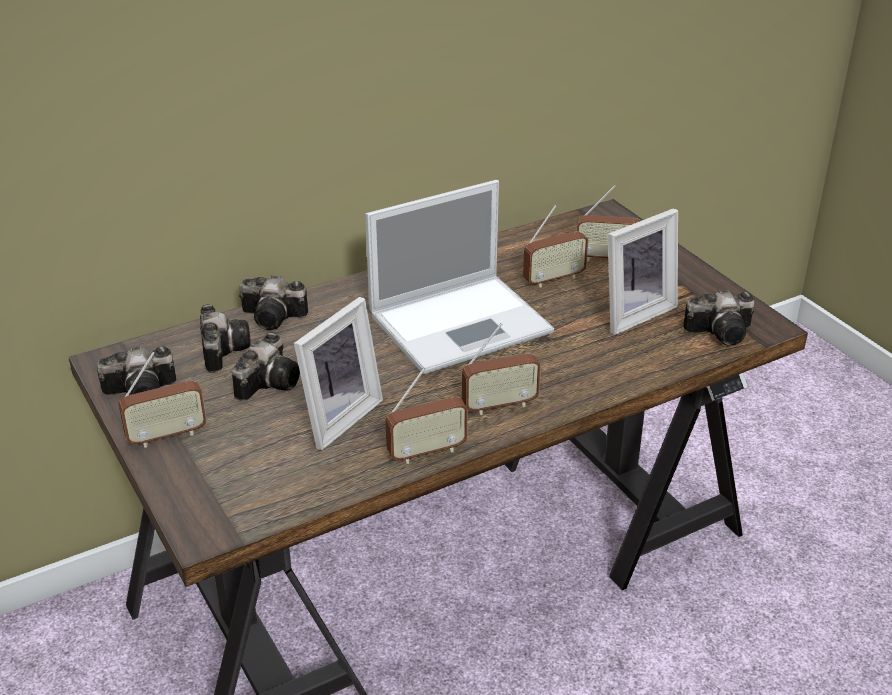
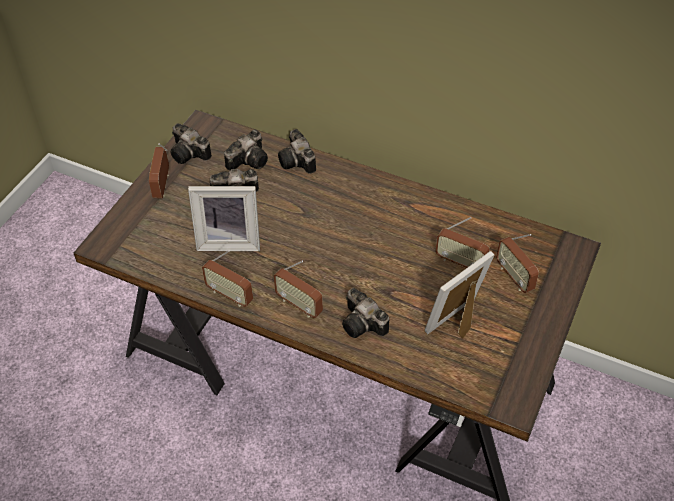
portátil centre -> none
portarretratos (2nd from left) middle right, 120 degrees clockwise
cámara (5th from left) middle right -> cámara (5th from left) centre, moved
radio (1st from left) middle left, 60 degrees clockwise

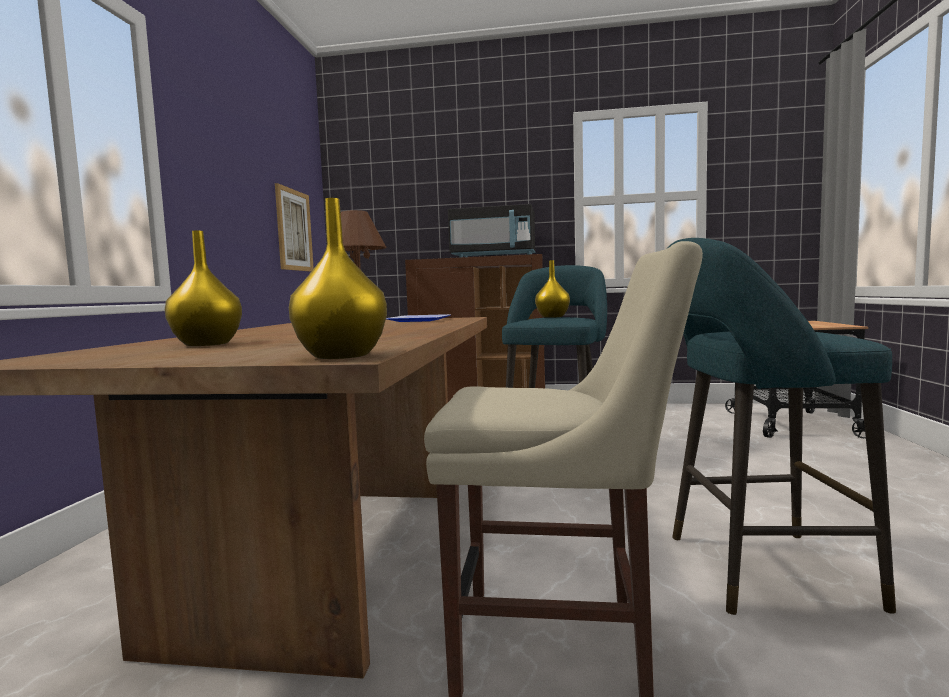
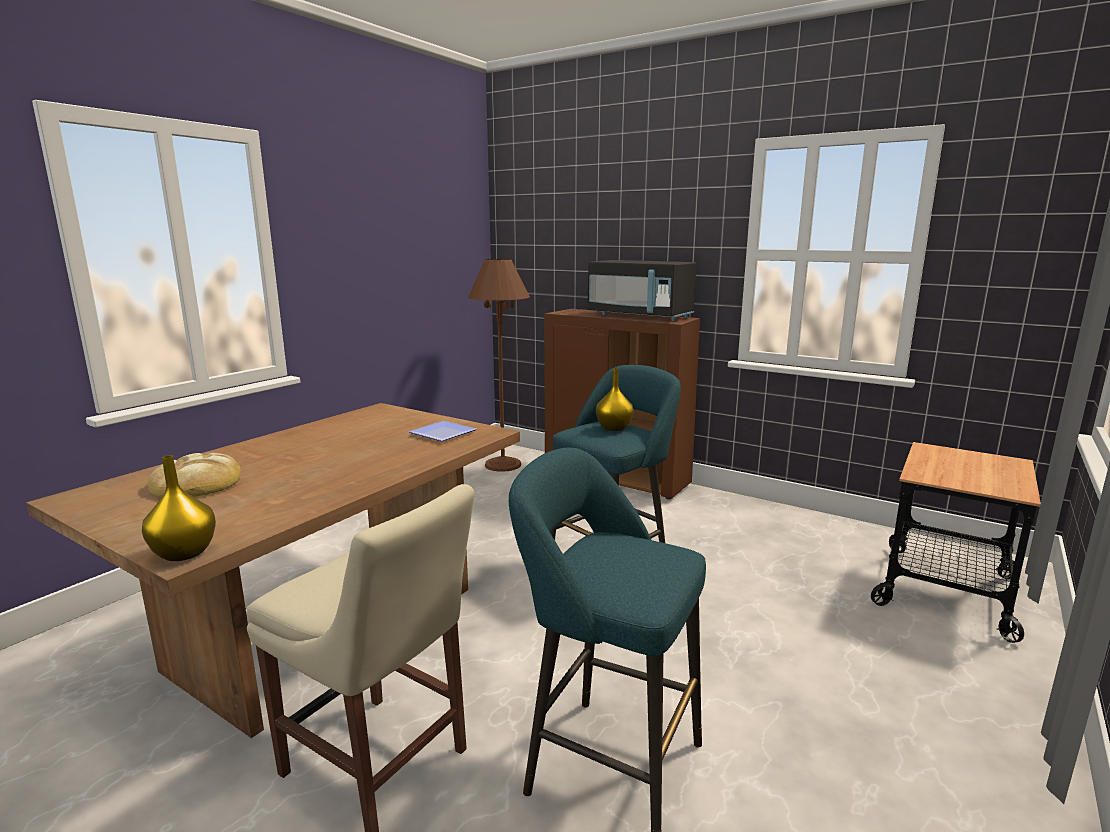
cuadro top left -> none
florero [amarillo] (1st from left) middle left -> pan middle left

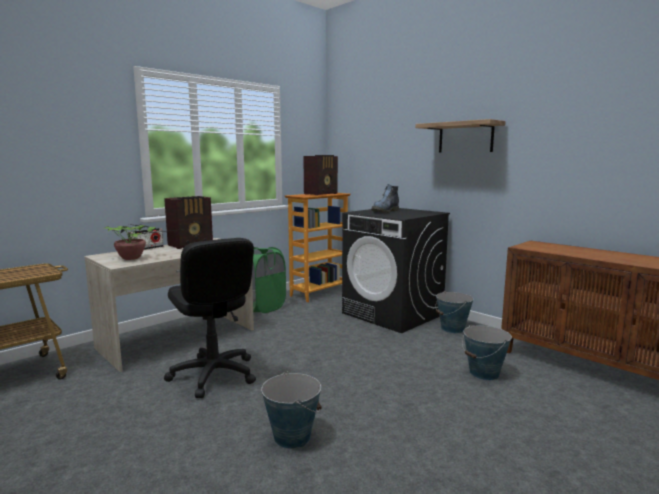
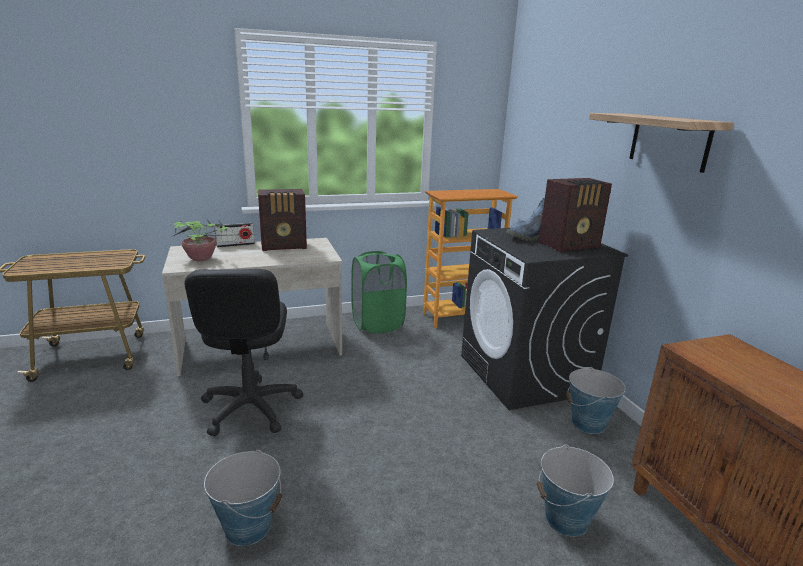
radio (3rd from left) centre -> radio (3rd from left) middle right, moved

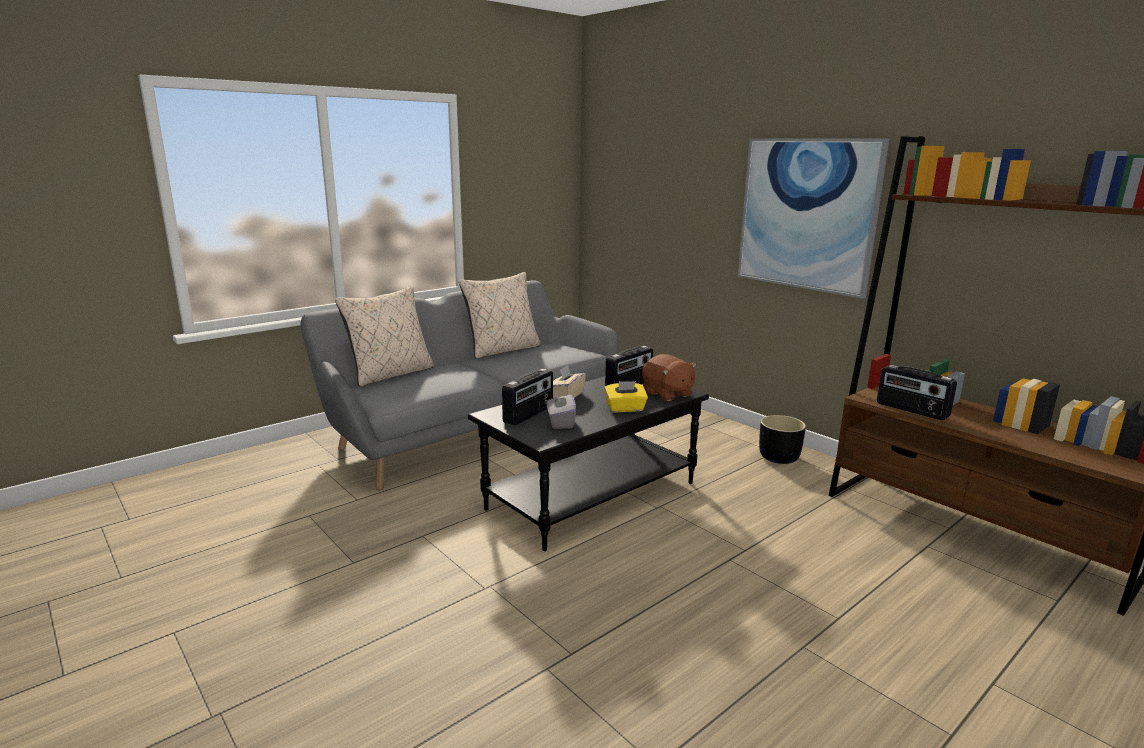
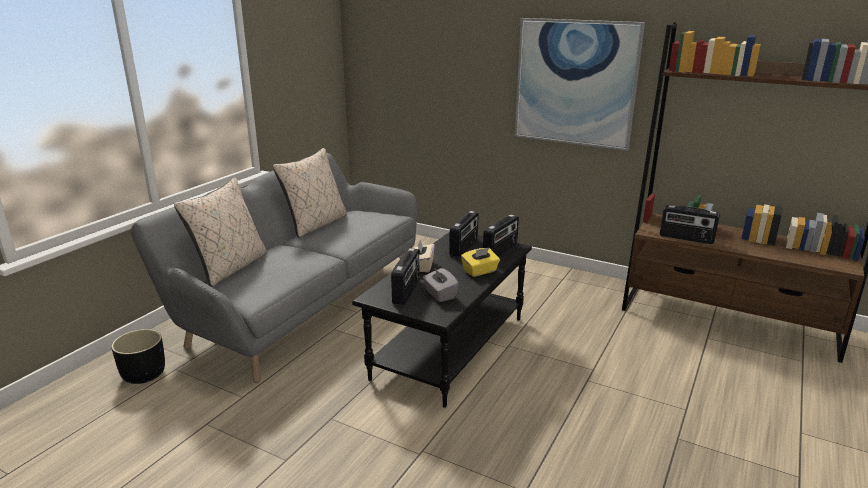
peluche [marrón] centre -> radio (3rd from left) centre
maceta [negro] middle right -> maceta [negro] bottom left, moved

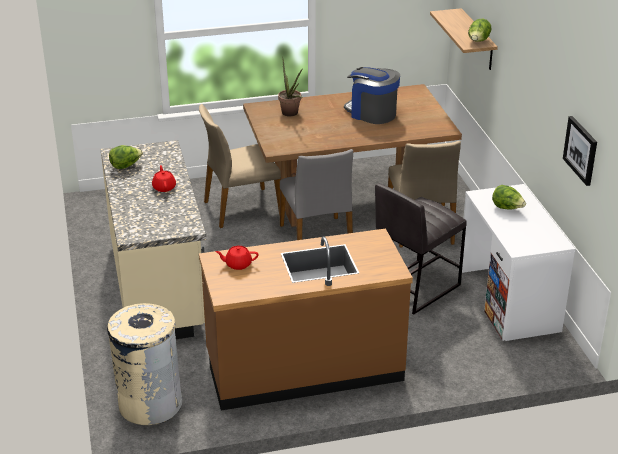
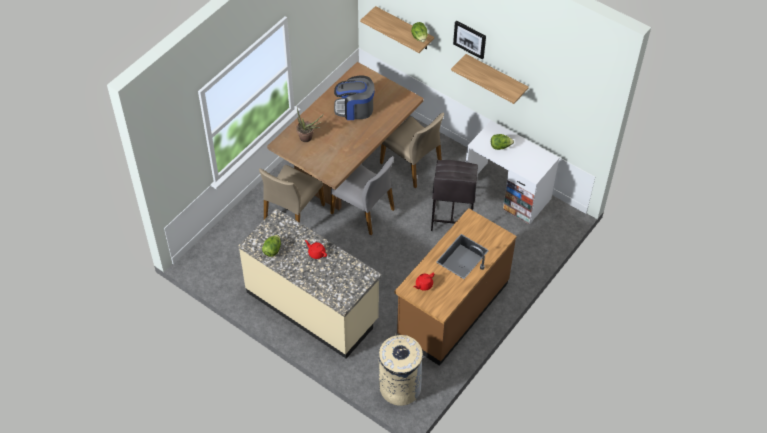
cuadro top right -> cuadro top centre, moved
none -> estante (2nd from left) top centre

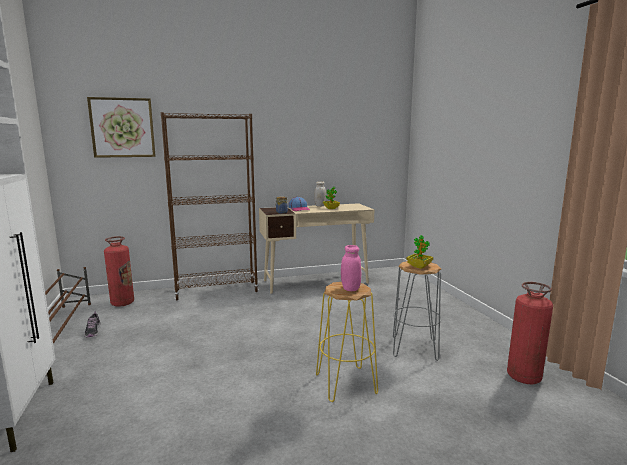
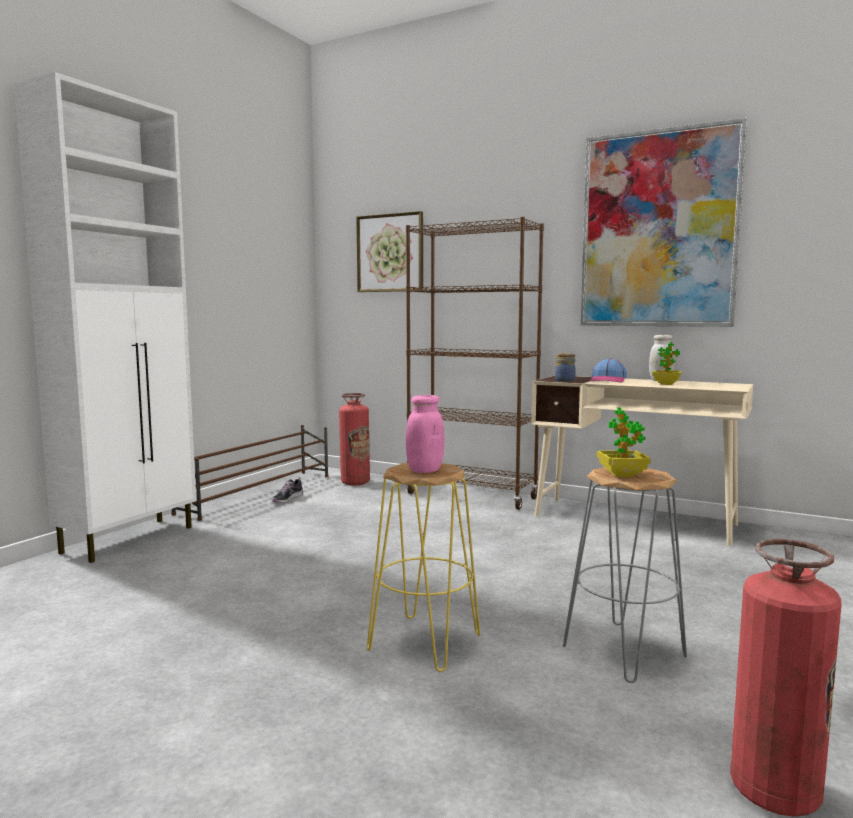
none -> cuadro (2nd from left) top right

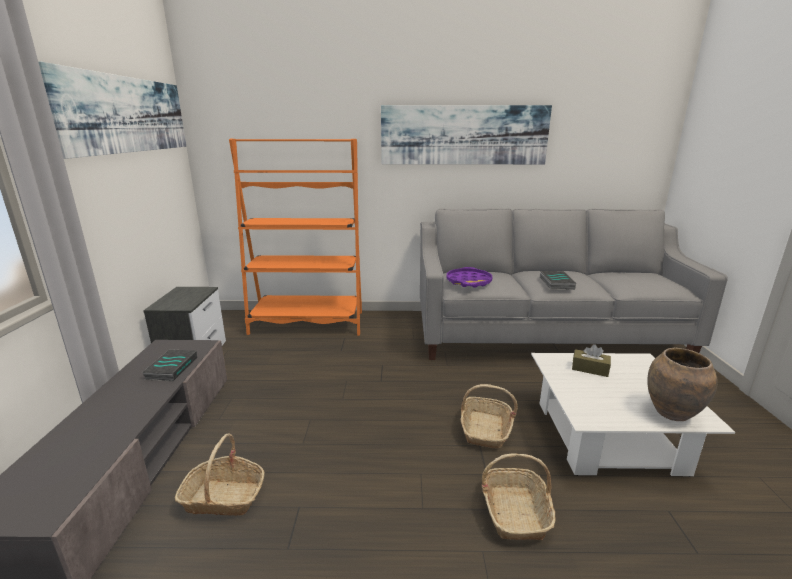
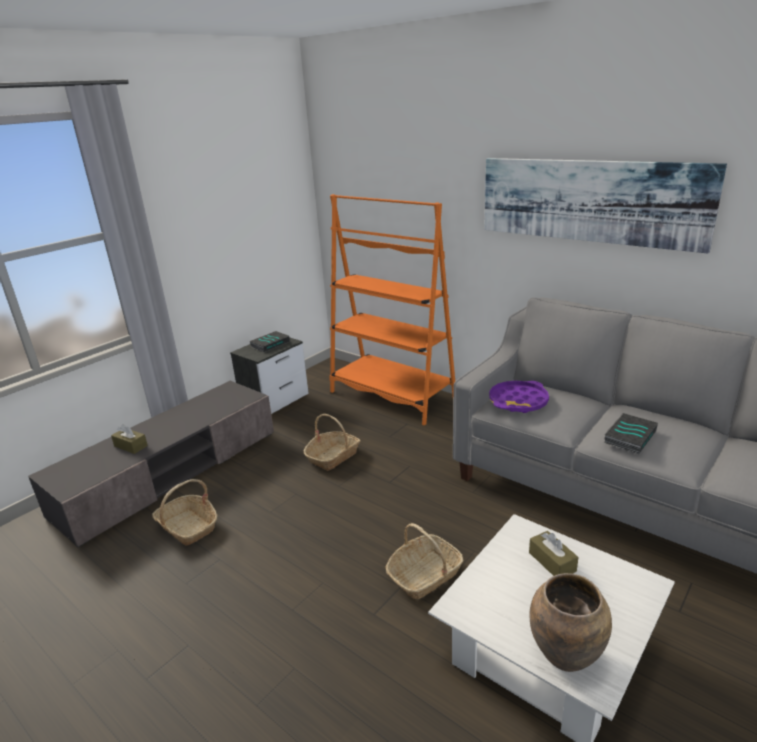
cuadro (1st from left) top left -> none
libro (1st from left) middle left -> libro (1st from left) centre, moved
cesta (3rd from left in the first image) bottom centre -> cesta (2nd from left) centre, moved
none -> caja de pañuelos [marrón] (1st from left) middle left

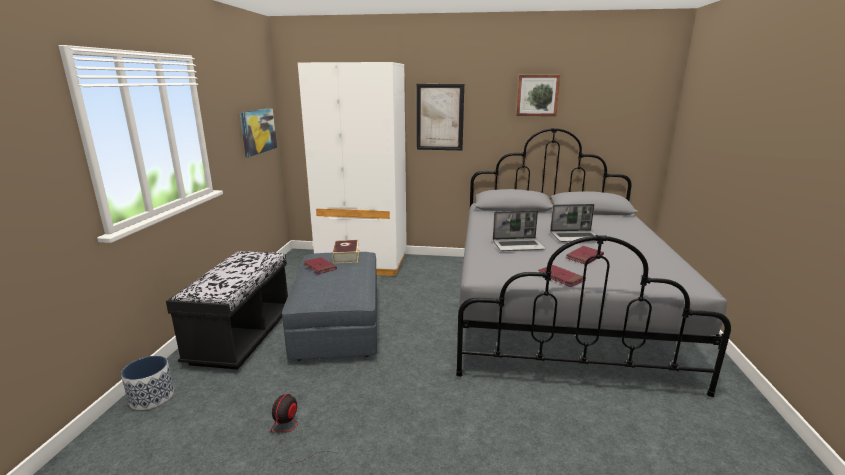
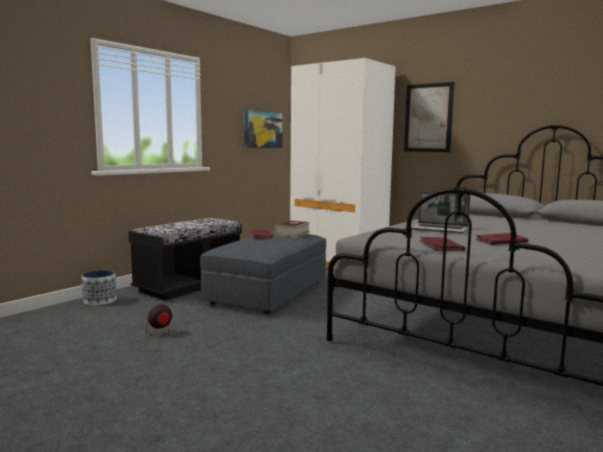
cuadro (3rd from left) top centre -> none
portátil (2nd from left) middle right -> none

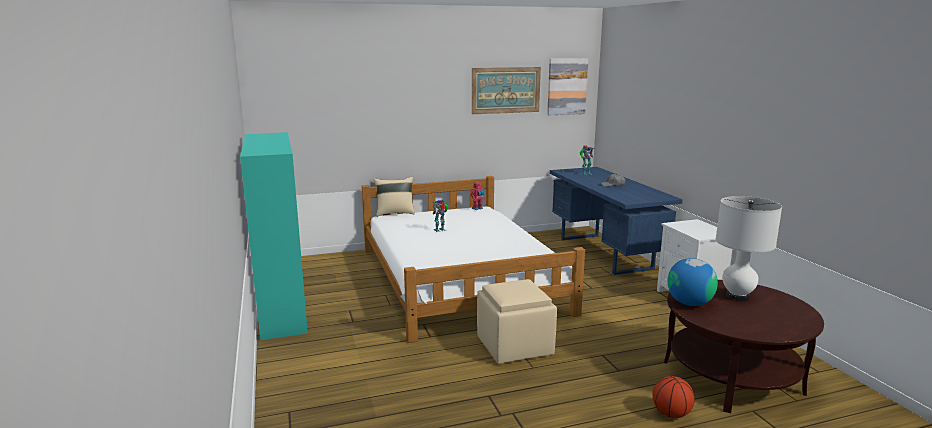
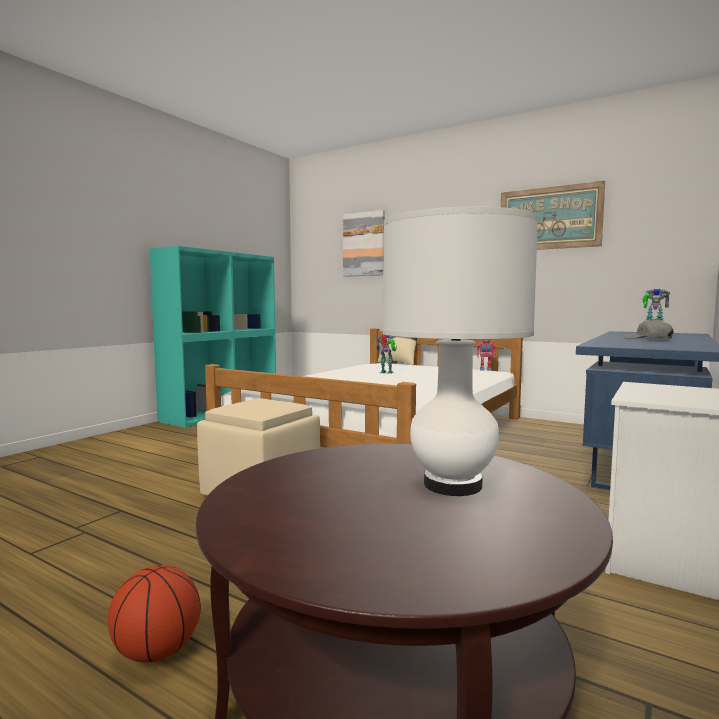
cuadro (2nd from left in the first image) top centre -> cuadro (1st from left) centre, moved
globo terráqueo middle right -> none

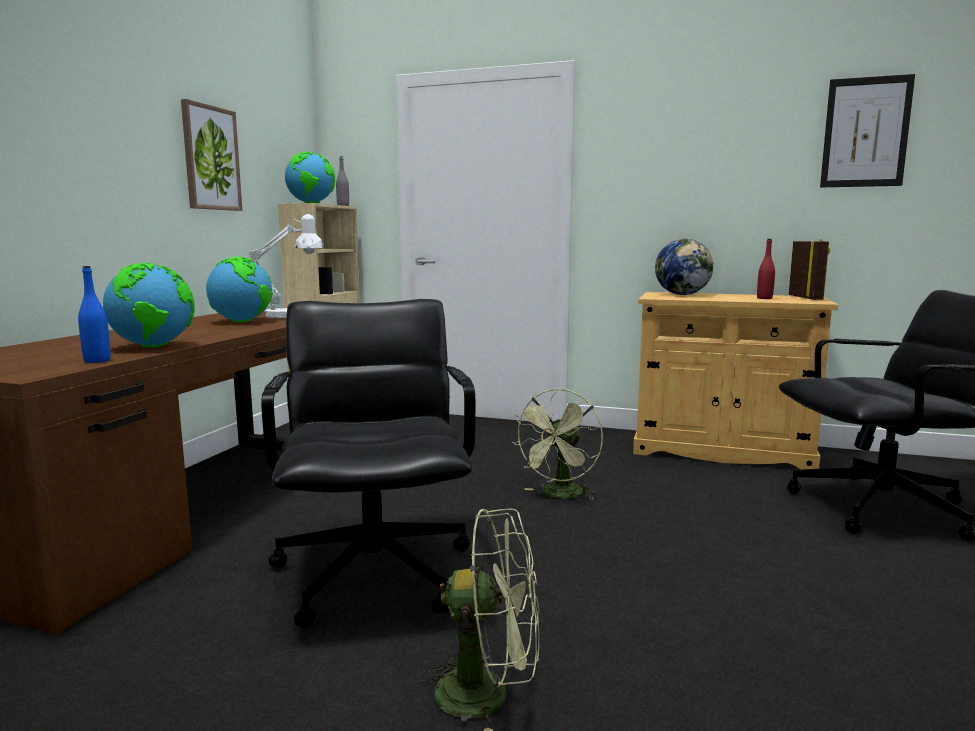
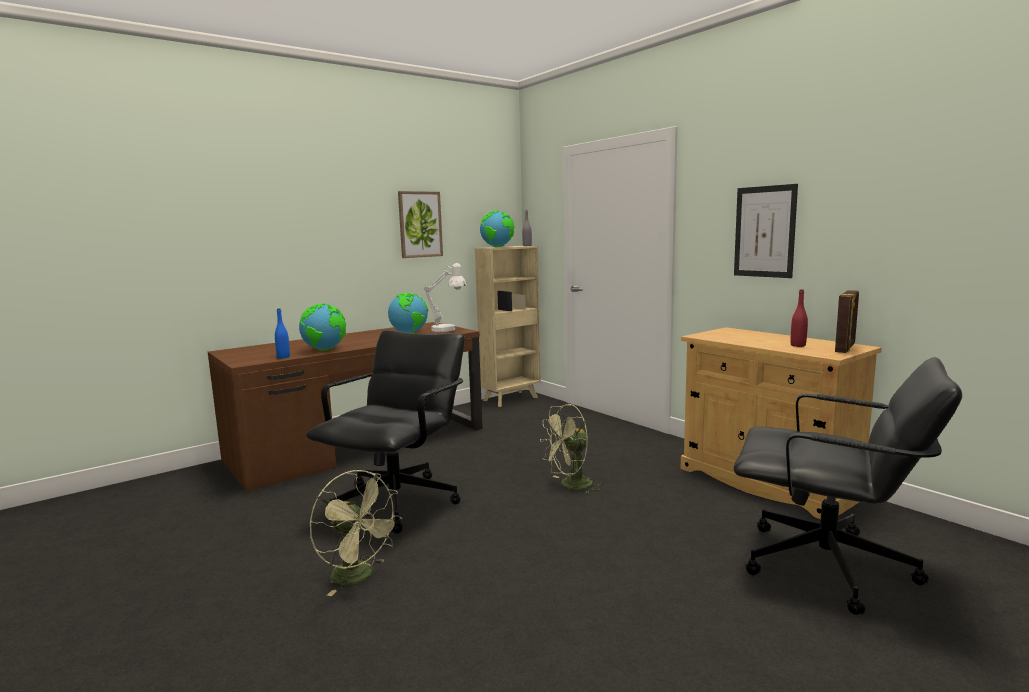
cuadro (2nd from left) top right -> cuadro (2nd from left) middle right, moved
globo terráqueo (4th from left) middle right -> none

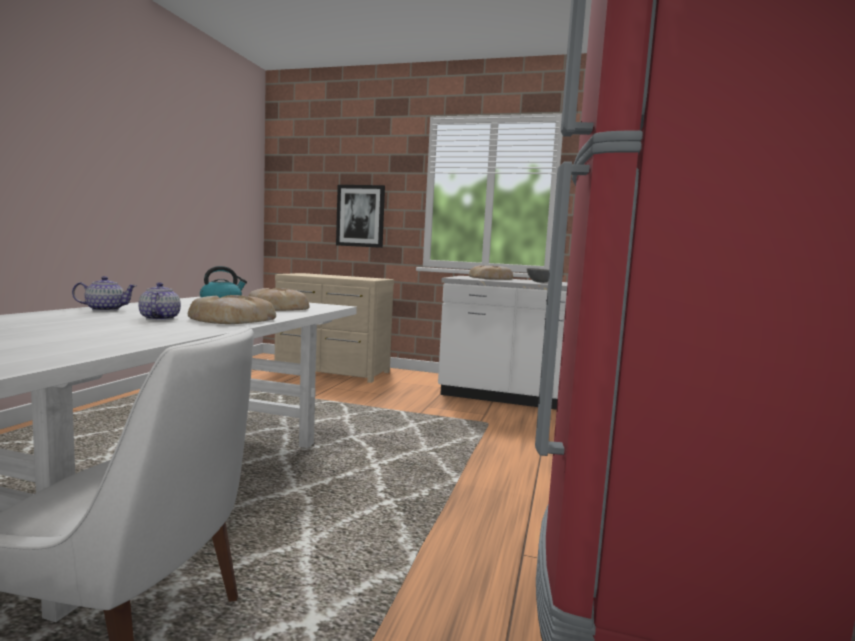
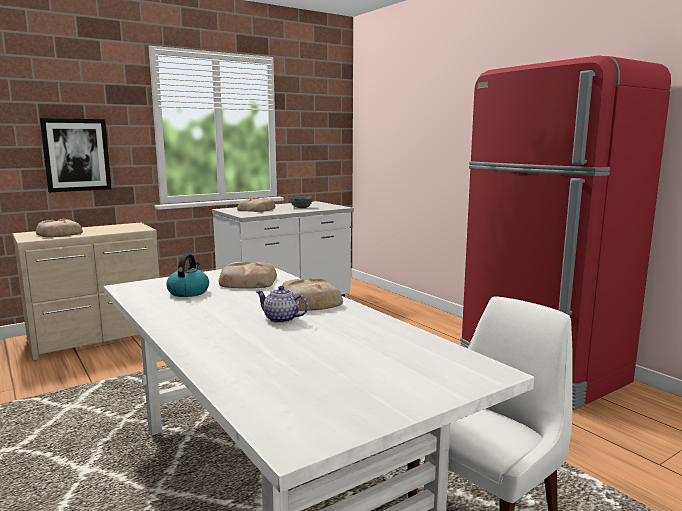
tetera (1st from left) middle left -> none
none -> pan (1st from left) middle left

